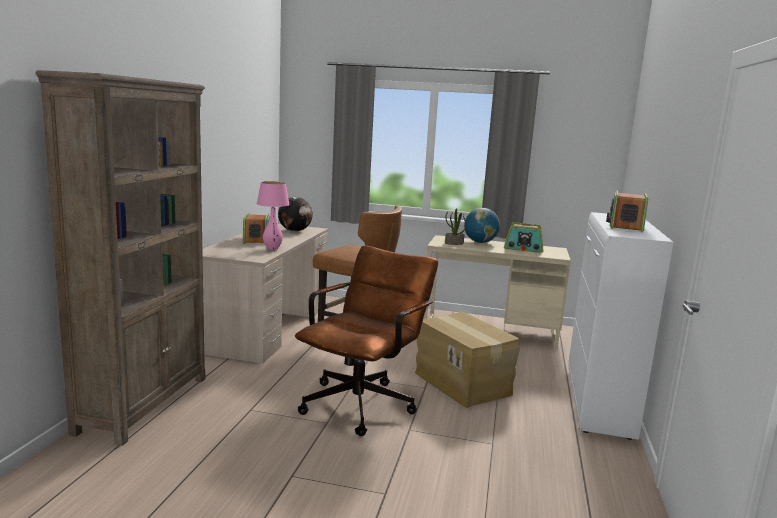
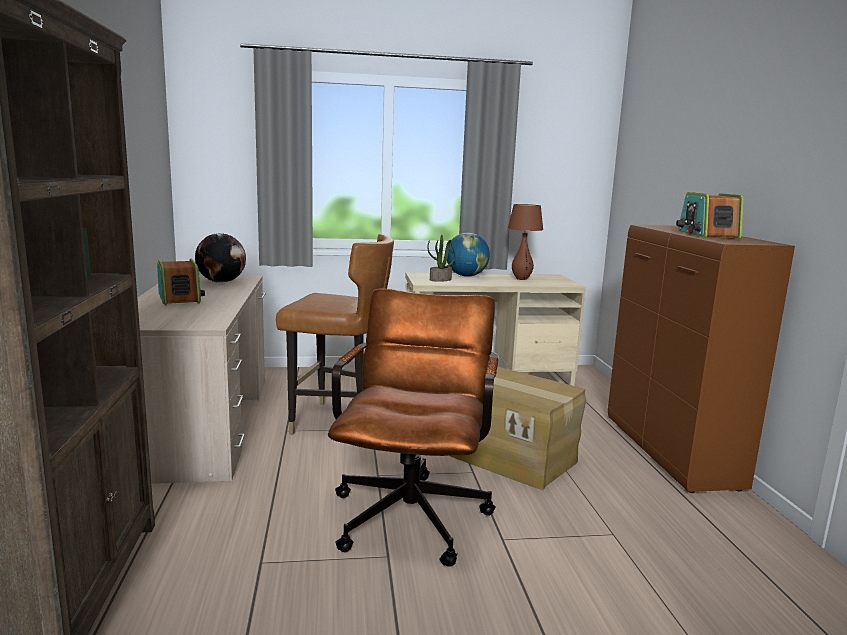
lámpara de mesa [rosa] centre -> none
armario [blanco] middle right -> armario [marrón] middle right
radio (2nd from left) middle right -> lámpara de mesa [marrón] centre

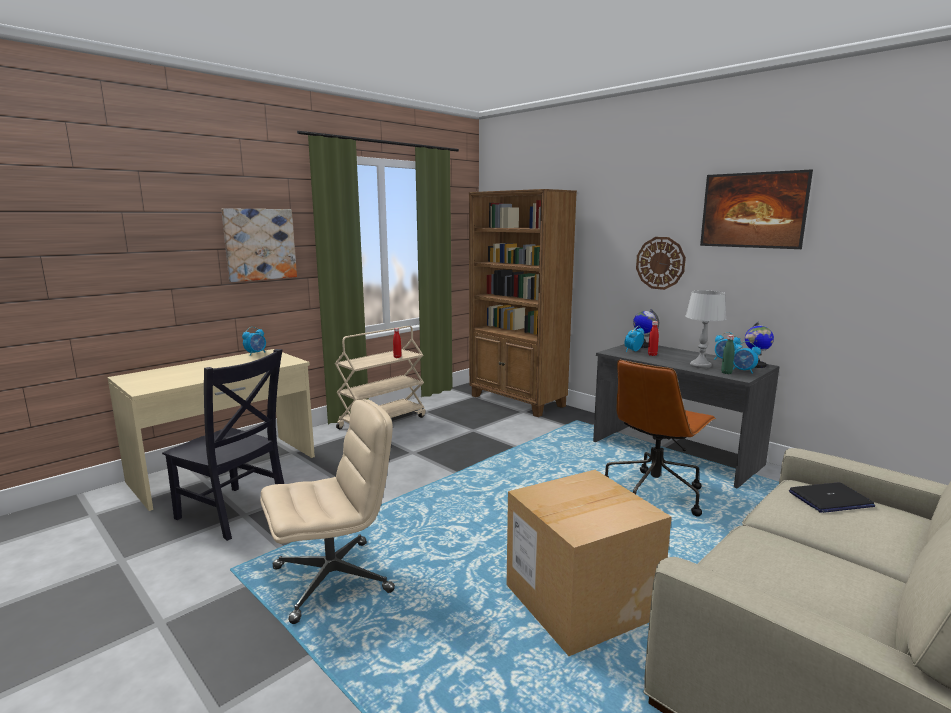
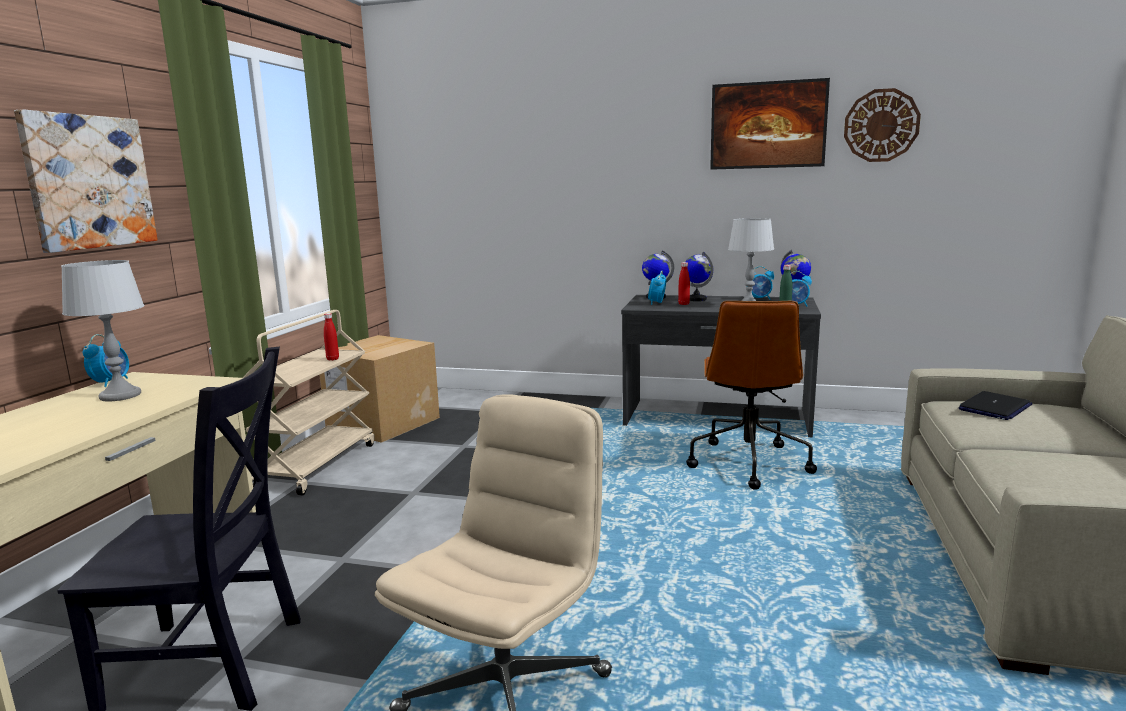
estantería [marrón] centre -> none
reloj de pared middle right -> reloj de pared top right, moved
caja de cartón bottom centre -> caja de cartón centre, moved
none -> globo terráqueo (2nd from left) centre
none -> lámpara de mesa [gris] (1st from left) middle left

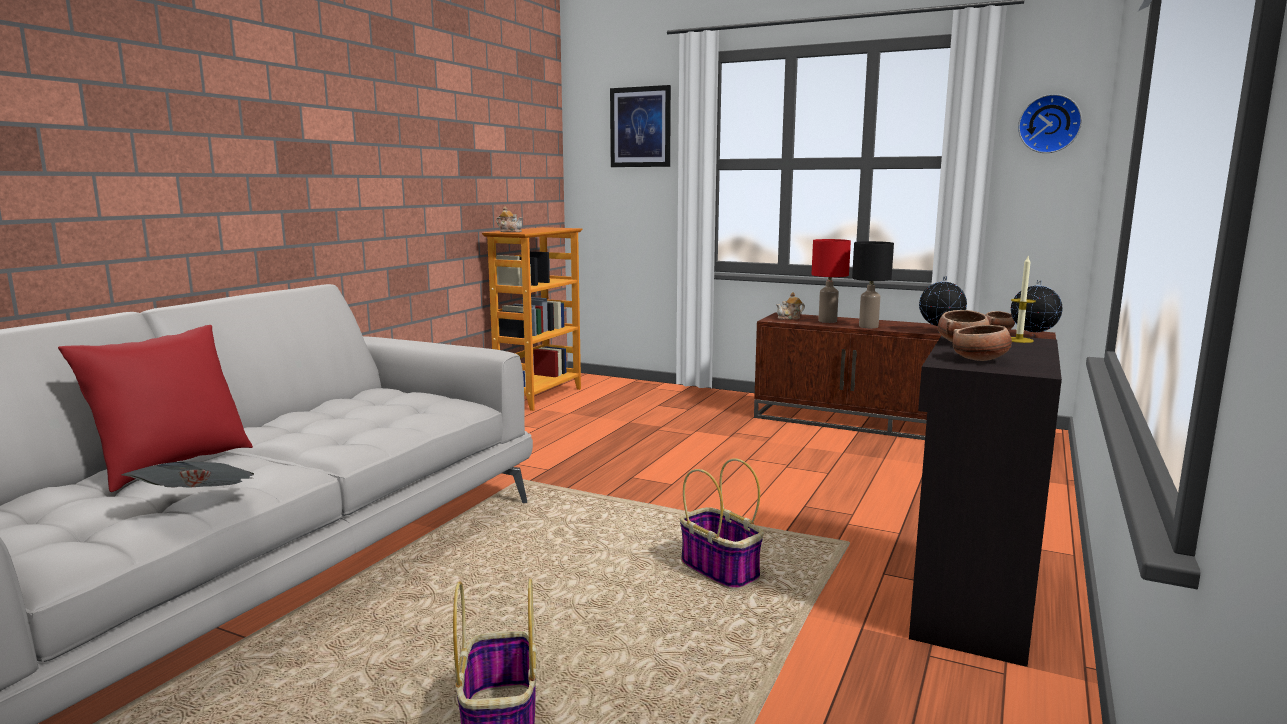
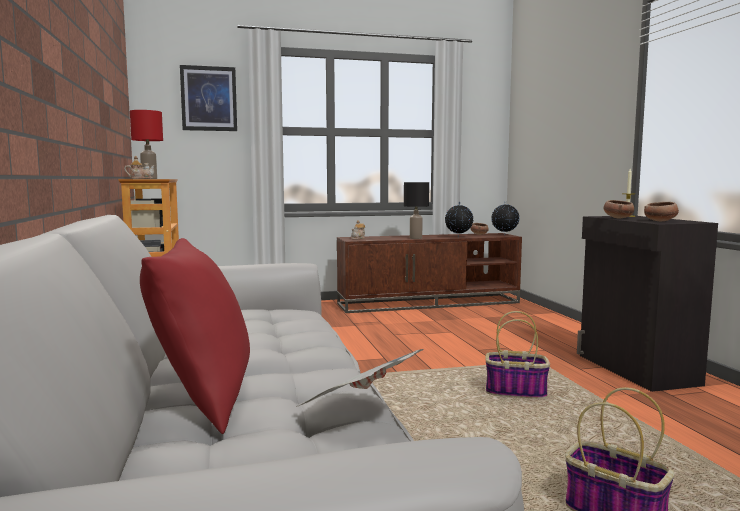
reloj de pared top right -> none
lámpara de mesa [rojo] centre -> lámpara de mesa [rojo] top left, moved

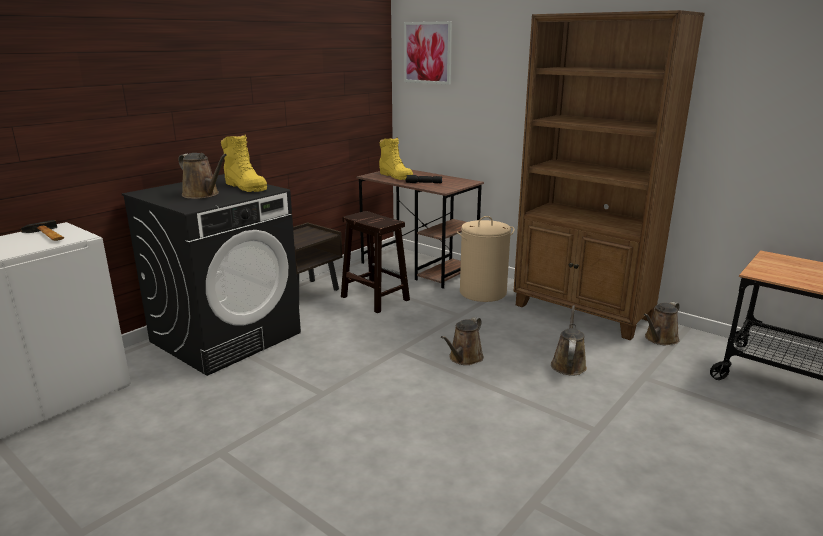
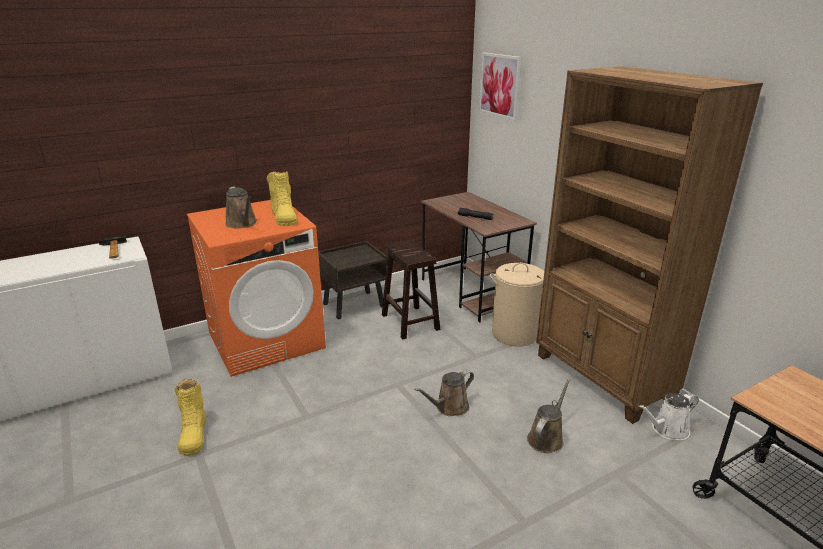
bota [amarillo] (2nd from left in the first image) top centre -> bota [amarillo] (1st from left) bottom left, moved
lavadora [negro] middle left -> lavadora [naranja] middle left
regadera [marrón] (4th from left) middle right -> regadera [blanco] bottom right

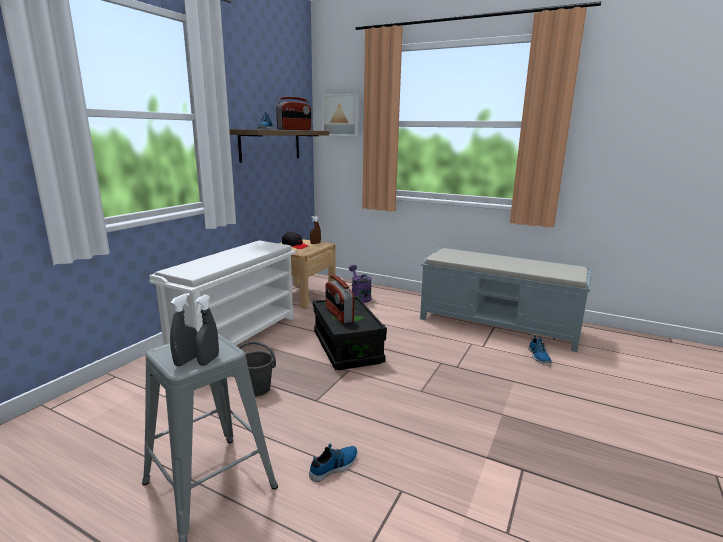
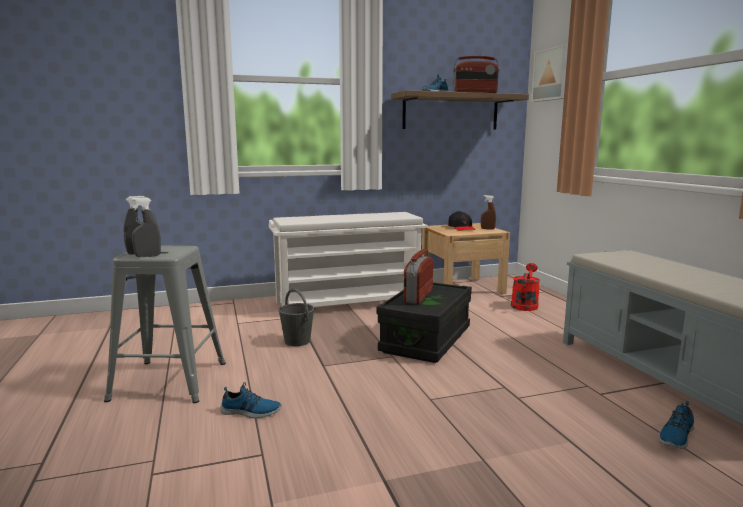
regadera [morado] centre -> regadera [rojo] middle right

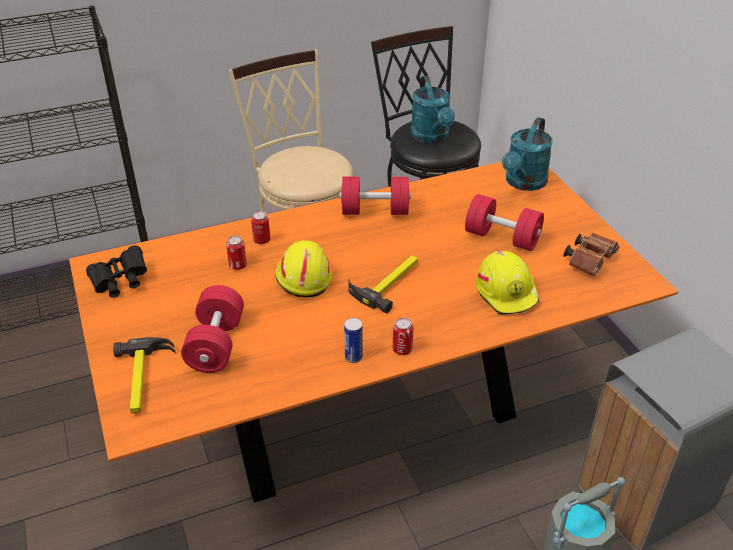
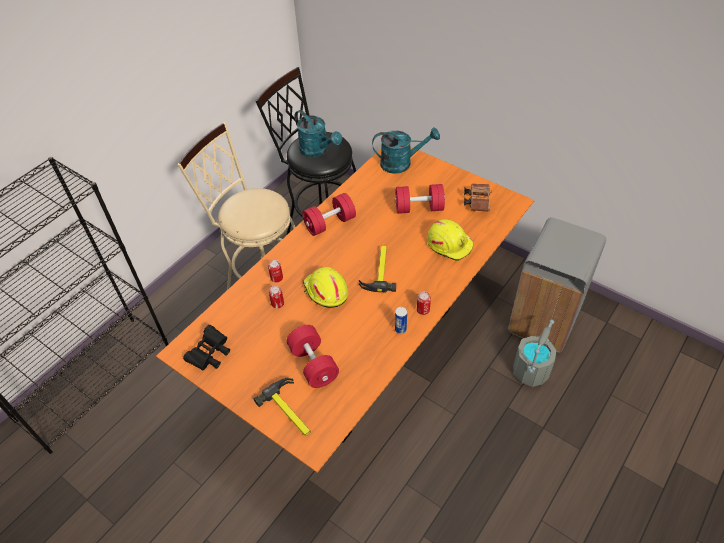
regadera [turquesa] (2nd from left) top right -> regadera [turquesa] (2nd from left) top centre, 90 degrees counterclockwise

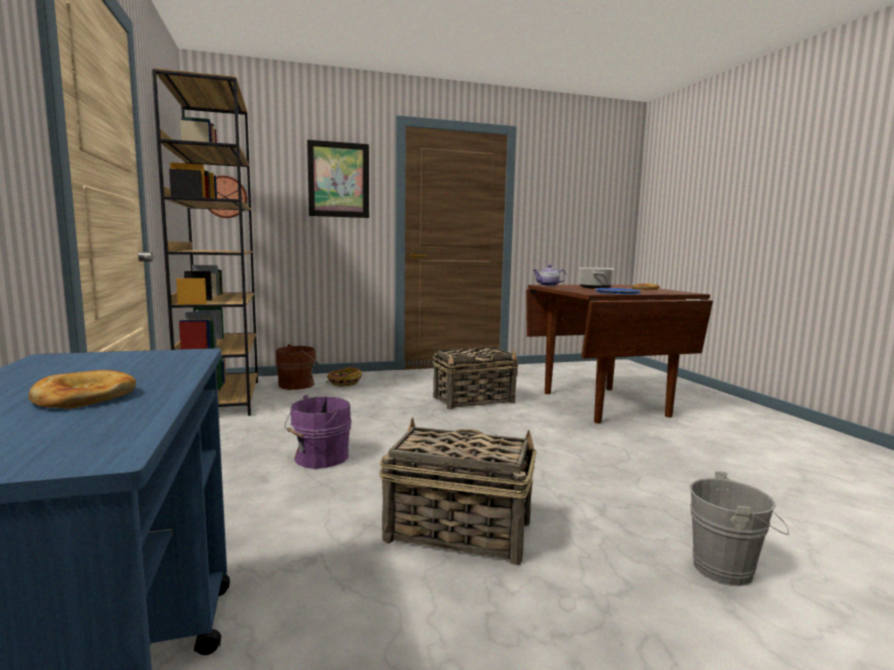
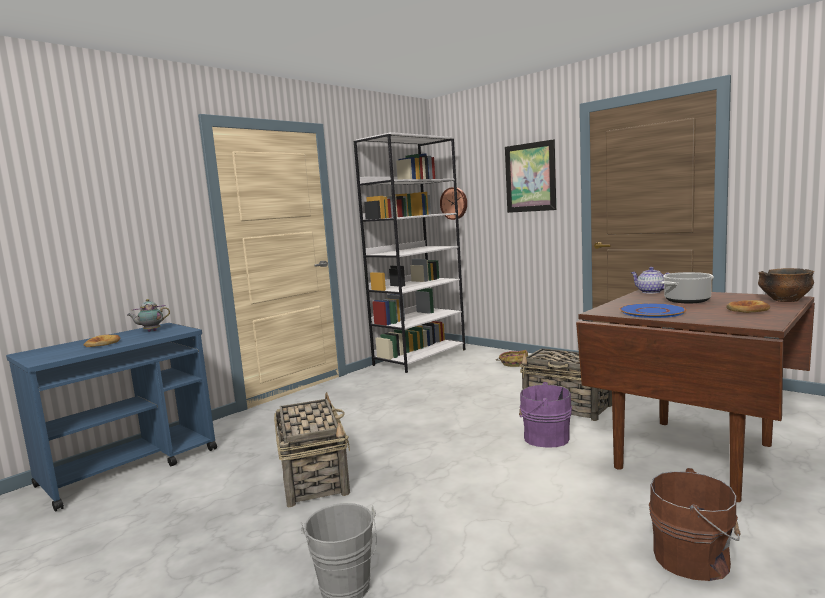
estantería [marrón] middle left -> estantería [blanco] centre
cubo [marrón] middle left -> cubo [marrón] bottom right, moved
cubo [morado] centre -> cubo [morado] bottom centre, moved
none -> cuenco middle right
none -> tetera (1st from left) middle left

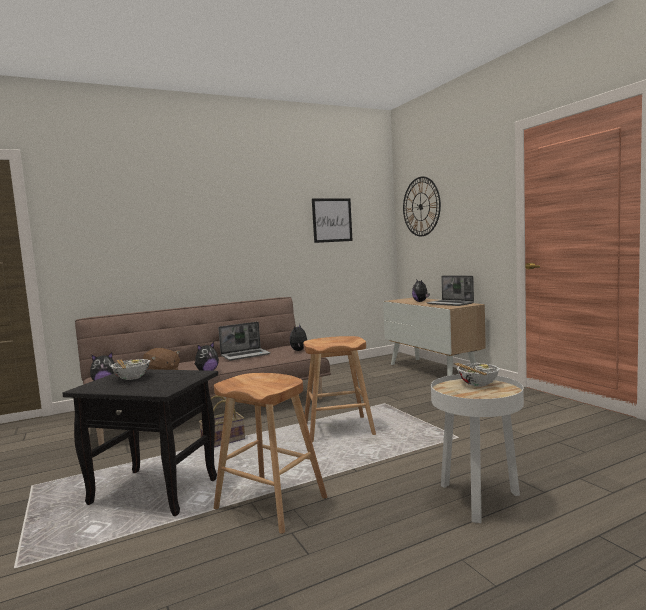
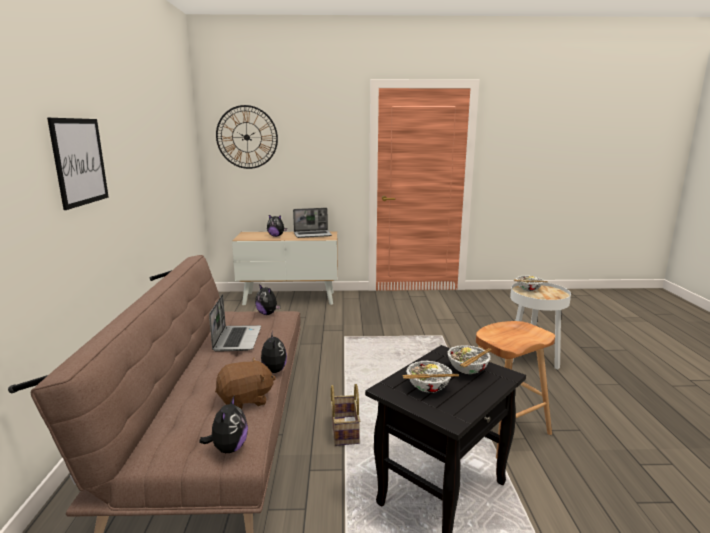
cuadro centre -> cuadro top left, moved
taburete [marrón] (2nd from left) centre -> none
none -> cuenco (2nd from left) bottom centre

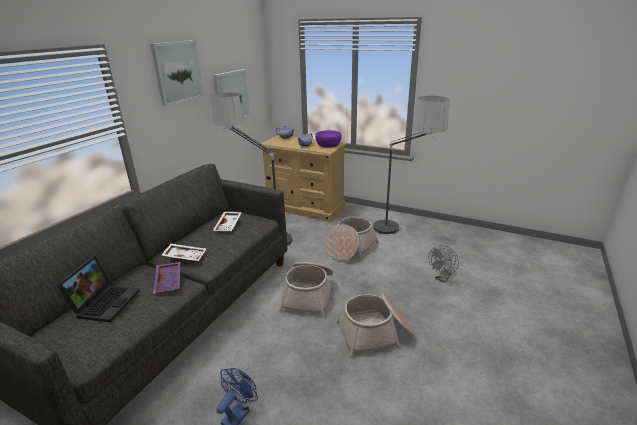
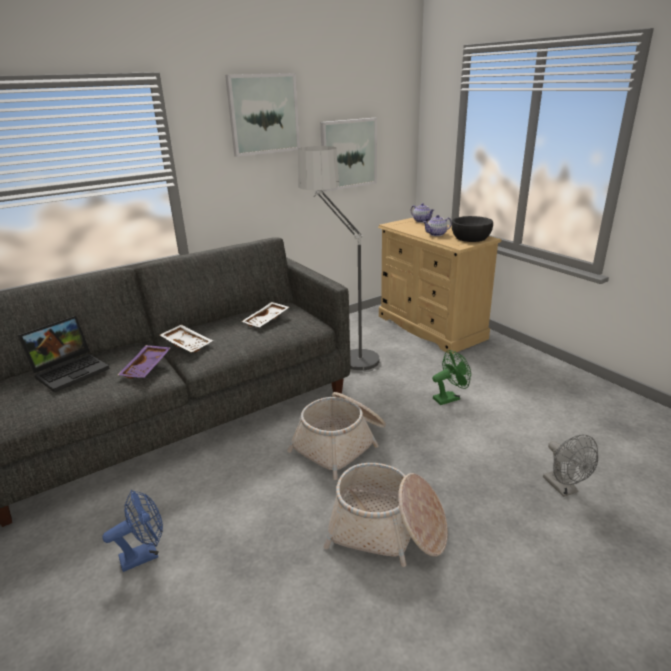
lámpara de pie (2nd from left) centre -> none
cuenco [morado] top centre -> cuenco [negro] middle right
cesta (2nd from left) centre -> ventilador [verde] middle right
ventilador [gris] middle right -> ventilador [gris] bottom right, 90 degrees counterclockwise

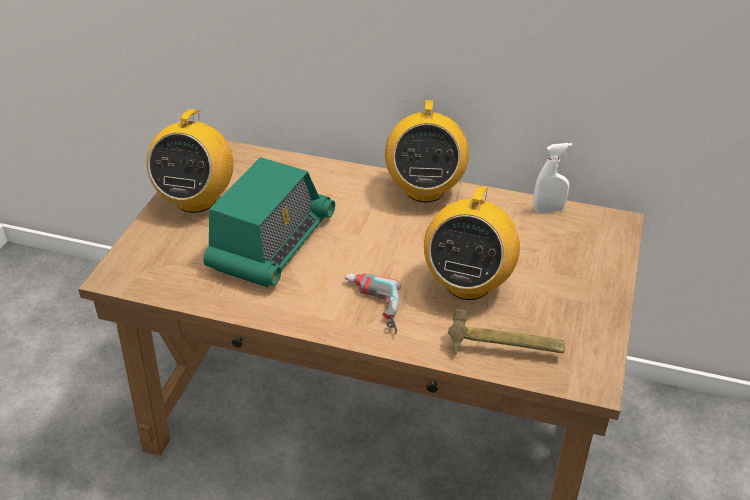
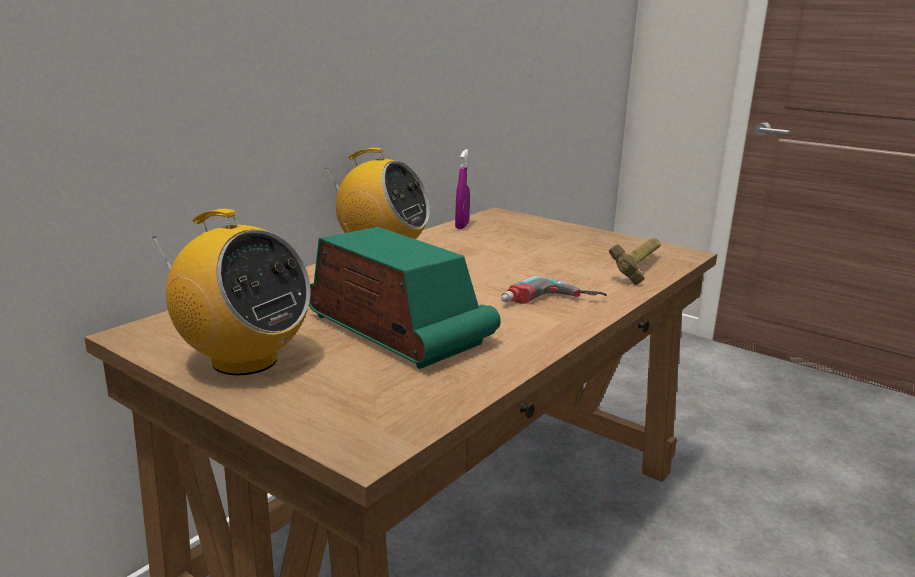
pulverizador [blanco] middle right -> pulverizador [morado] top centre
radio (4th from left) centre -> none

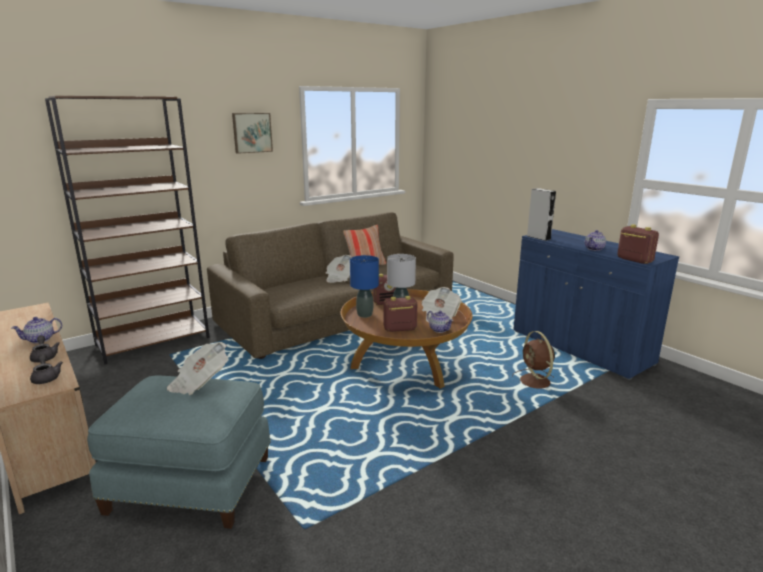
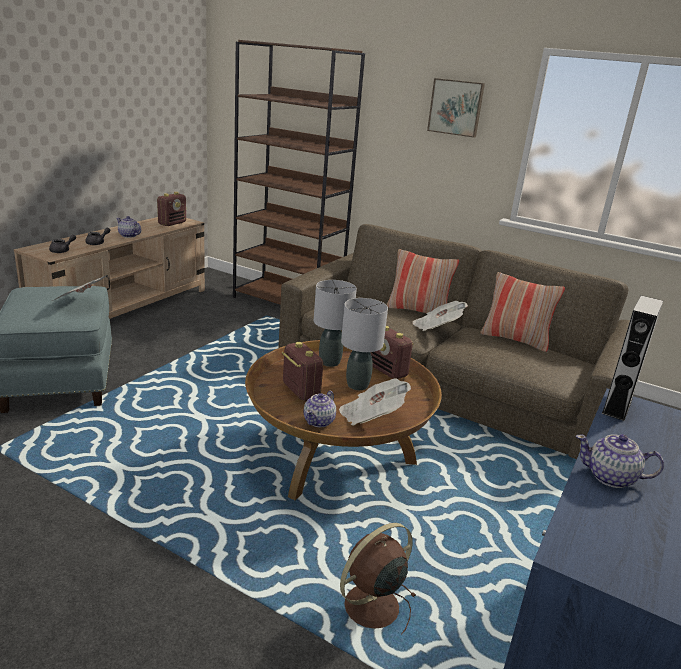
radio (3rd from left in the first image) middle right -> radio (1st from left) top left, moved
lámpara de mesa [azul] centre -> lámpara de mesa [gris] (1st from left) centre
none -> cojín (1st from left) centre

